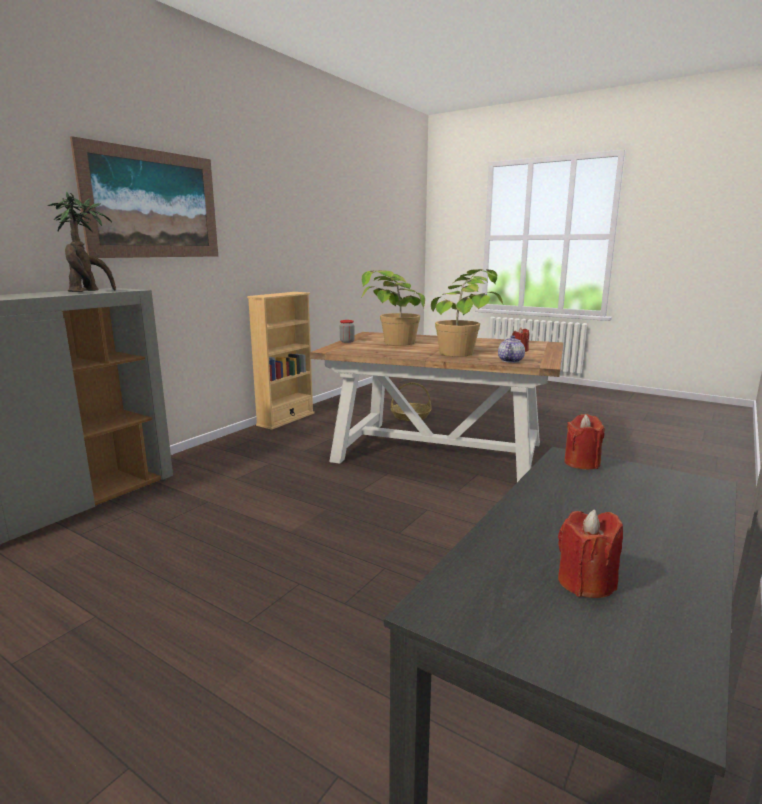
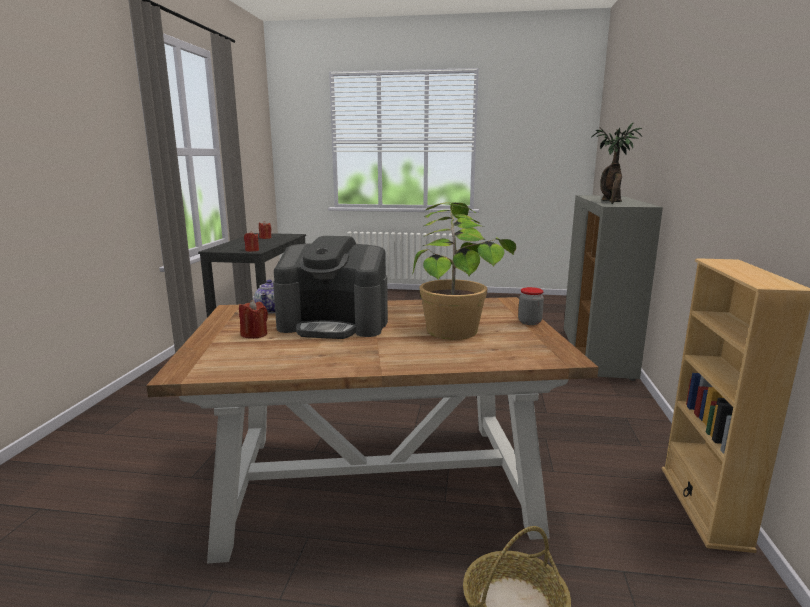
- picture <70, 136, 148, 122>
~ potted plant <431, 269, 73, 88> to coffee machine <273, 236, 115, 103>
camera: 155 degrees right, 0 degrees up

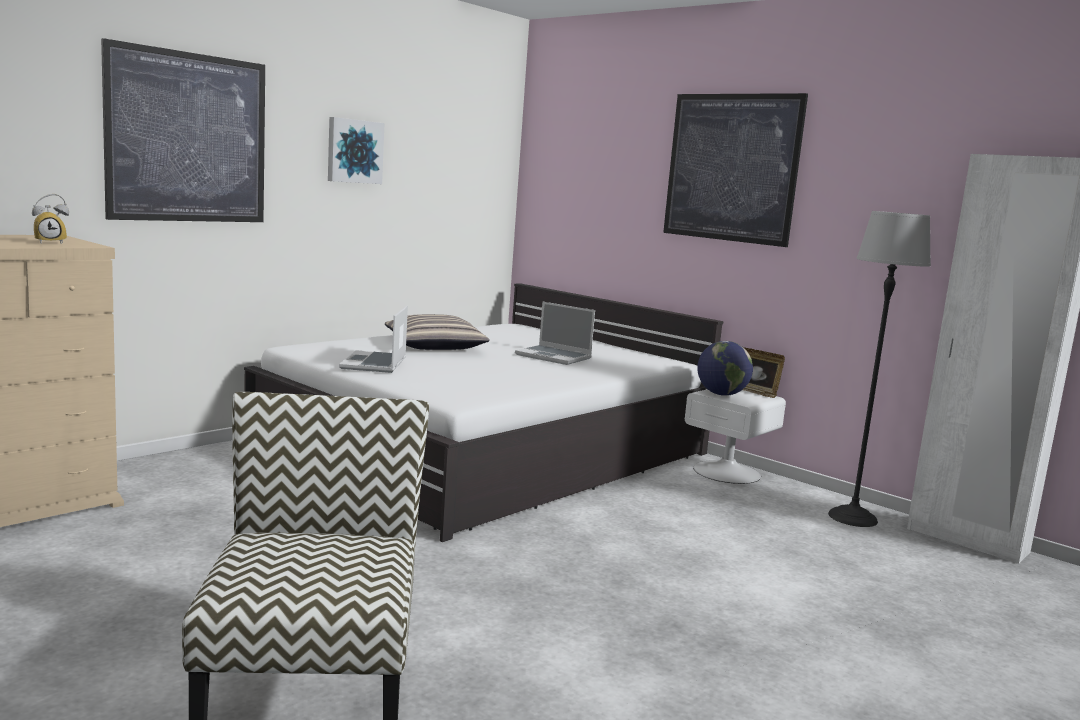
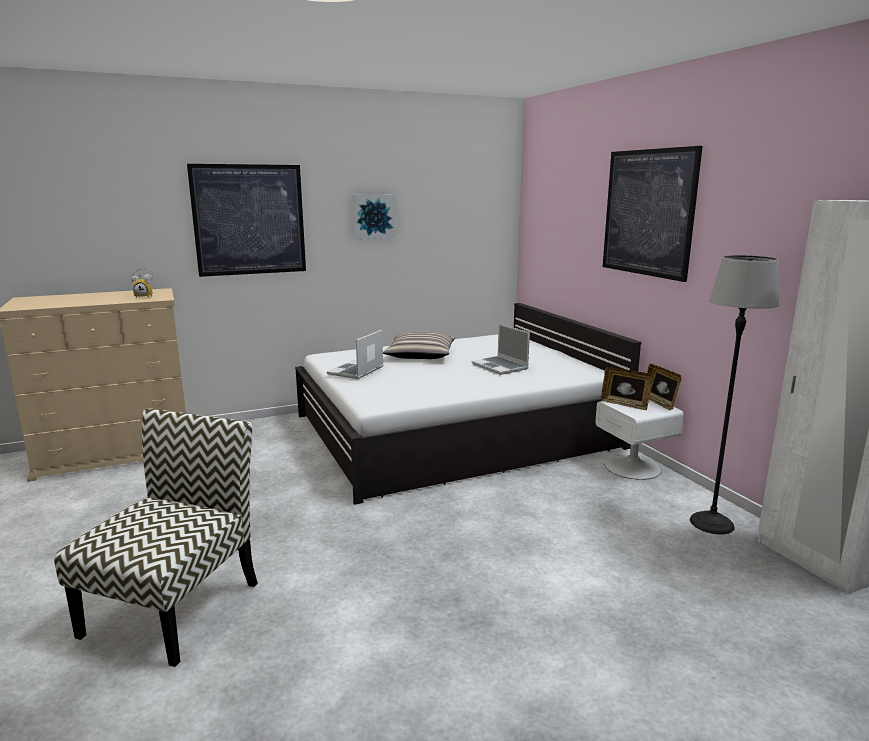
~ desk globe <697, 341, 56, 55> to standing frame <601, 367, 51, 43>
camera: 25 degrees right, 5 degrees up

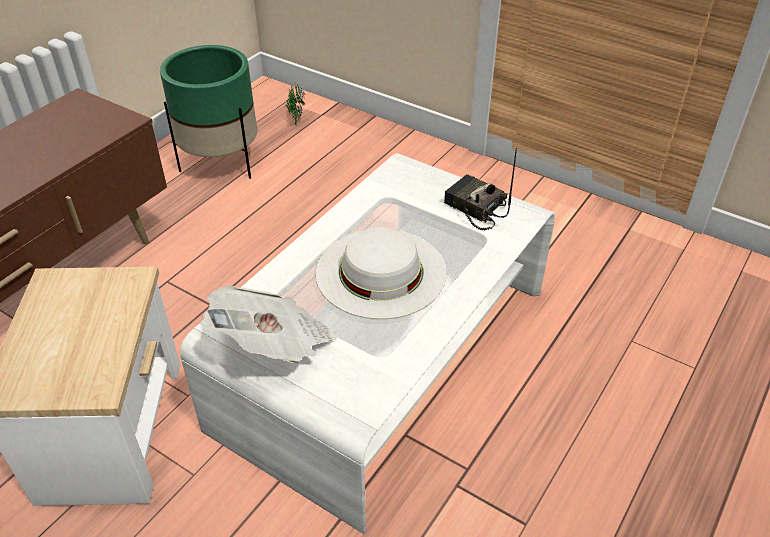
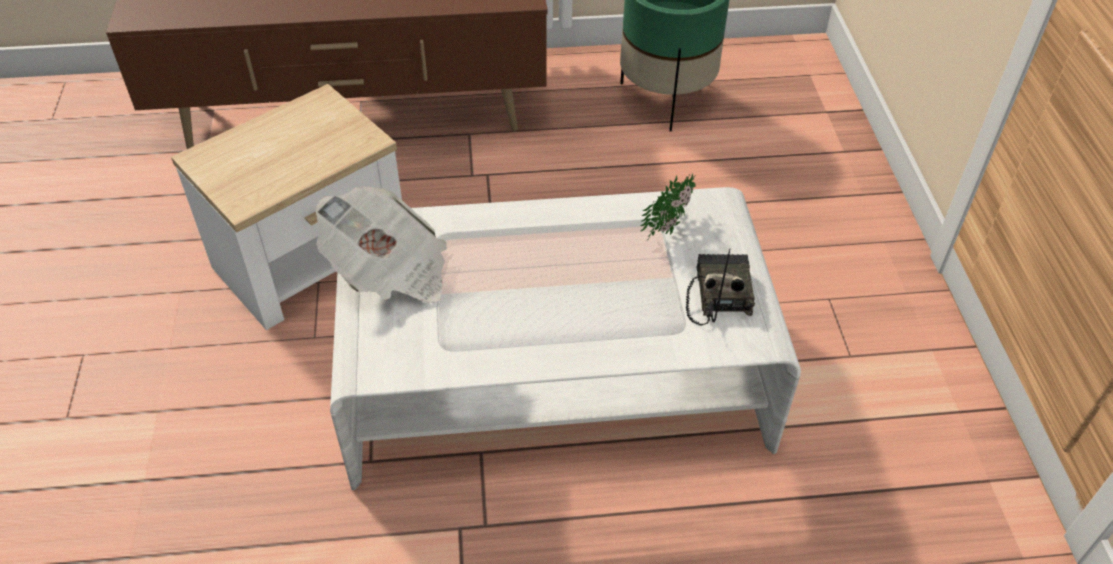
~ potted plant <286, 84, 19, 41> to <640, 174, 56, 66>
- clothing hat (whitish) <316, 227, 131, 92>
camera: 50 degrees right, 5 degrees up

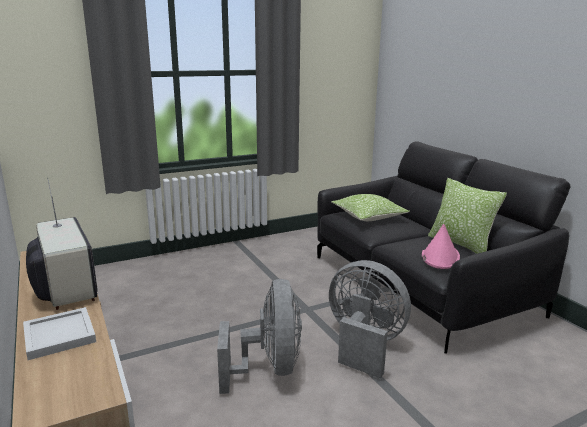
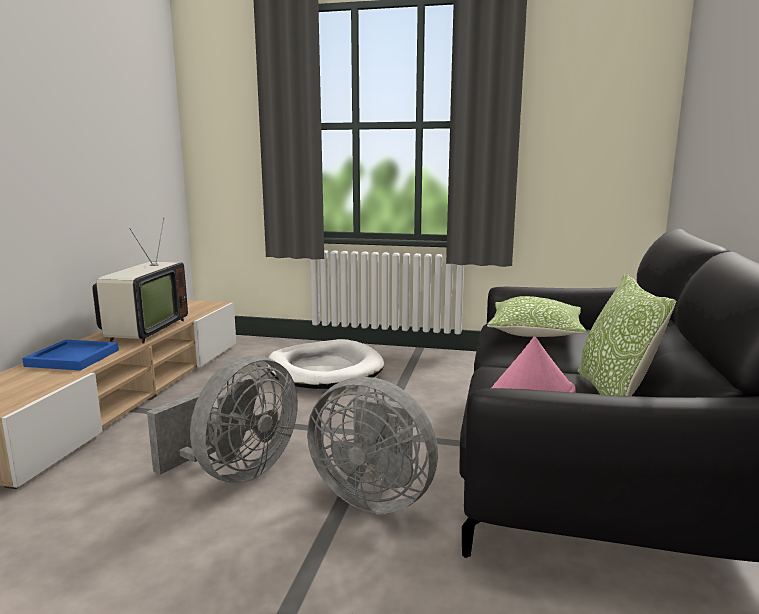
~ serving tray (whitish) <23, 307, 73, 53> to serving tray (bluish) <22, 340, 97, 31>
~ electric fan (gray) <329, 260, 82, 118> = <307, 377, 131, 136> 135 degrees clockwise
+ pet bed (whitish) <267, 339, 117, 50>
camera: 40 degrees right, 5 degrees down

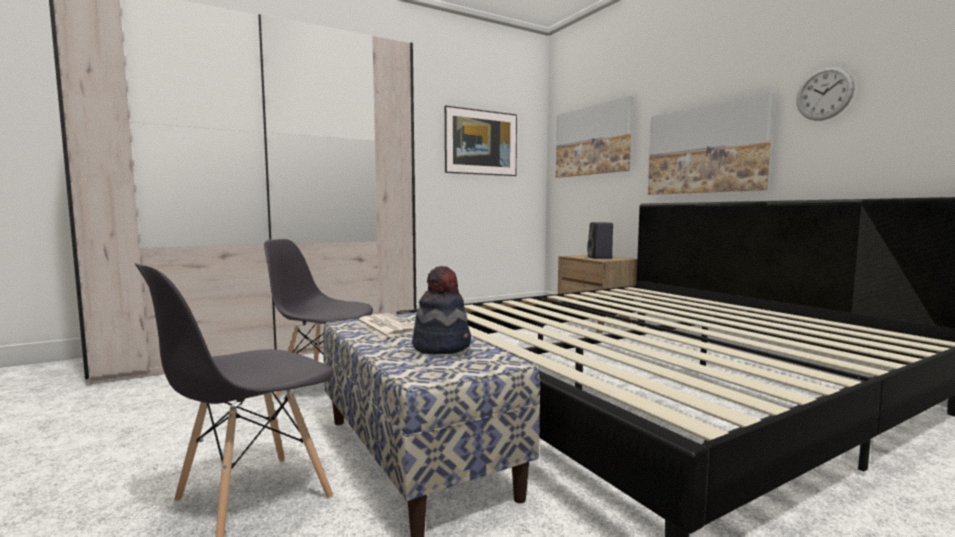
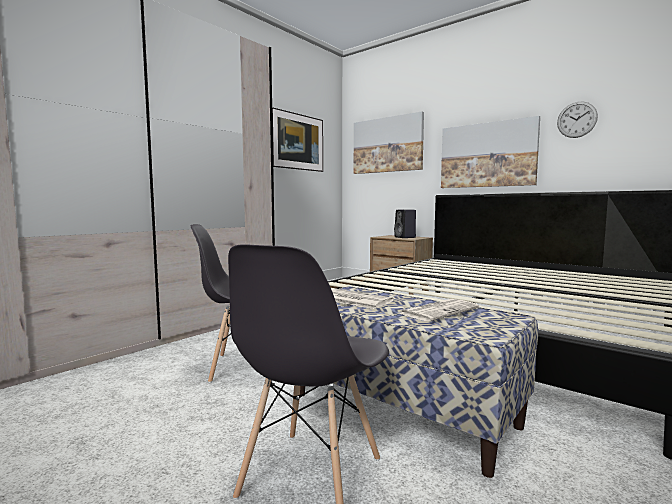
~ clothing hat <412, 266, 59, 89> to daily paper <399, 299, 80, 22>
camera: 20 degrees left, 0 degrees up

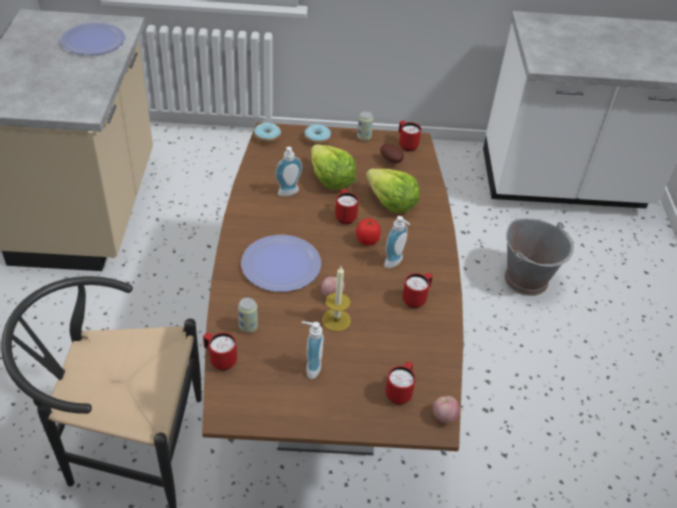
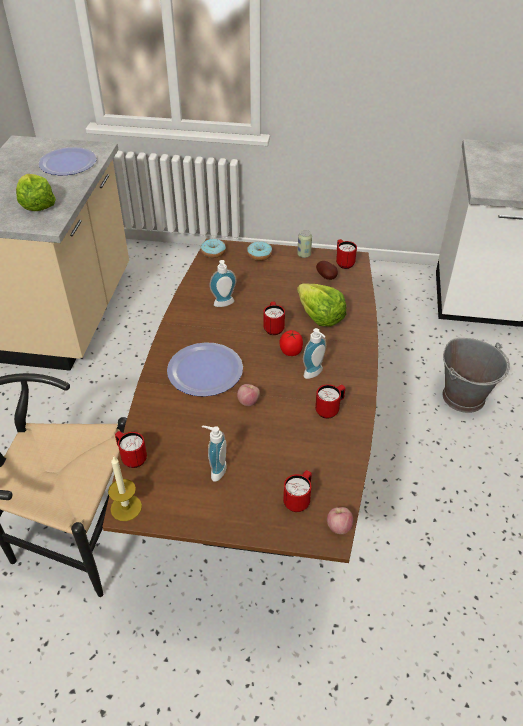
- can <238, 297, 20, 36>
~ lettuce head <311, 144, 45, 46> to <16, 174, 40, 37>
~ wax light <322, 266, 29, 66> to <108, 456, 34, 65>
camera: 10 degrees right, 0 degrees up

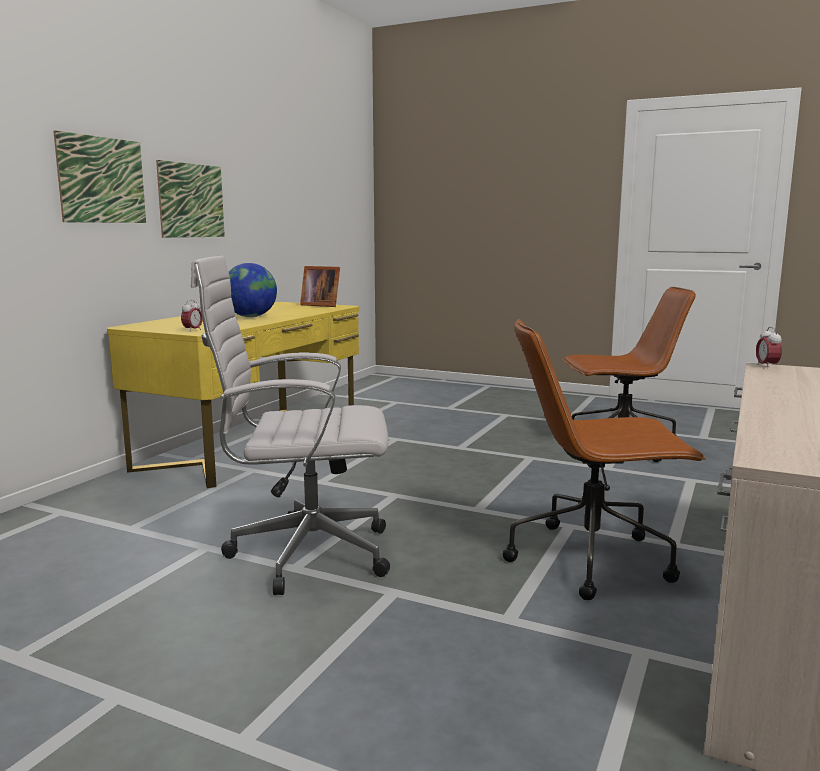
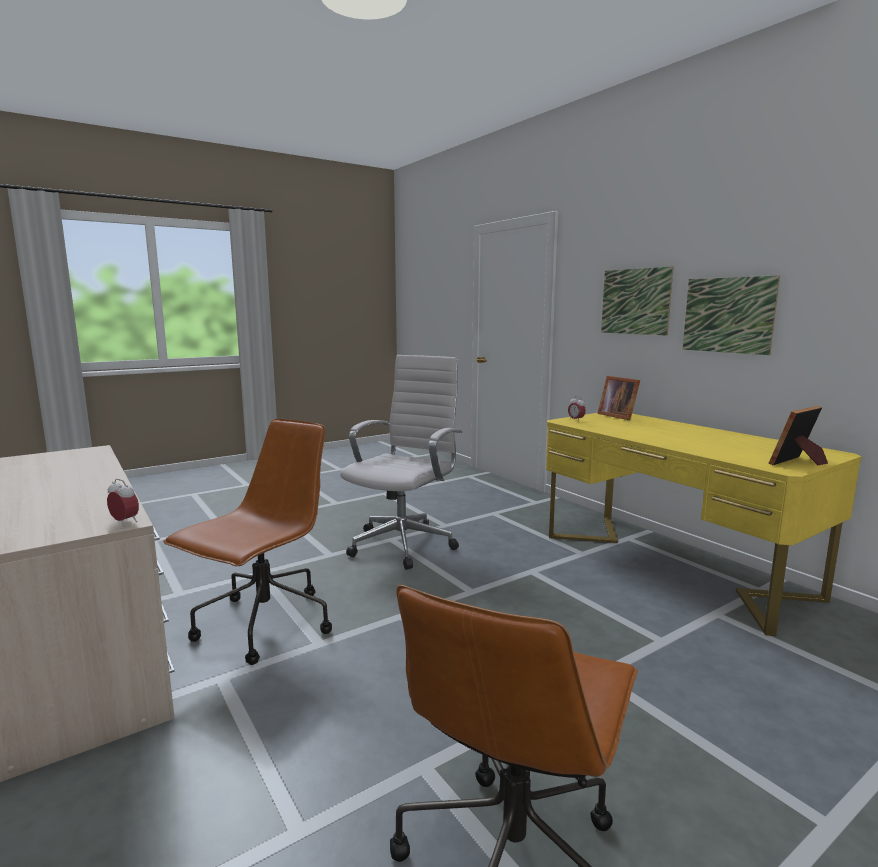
- desk globe <229, 263, 48, 54>
+ standing frame <597, 376, 43, 44>
camera: 120 degrees right, 0 degrees up

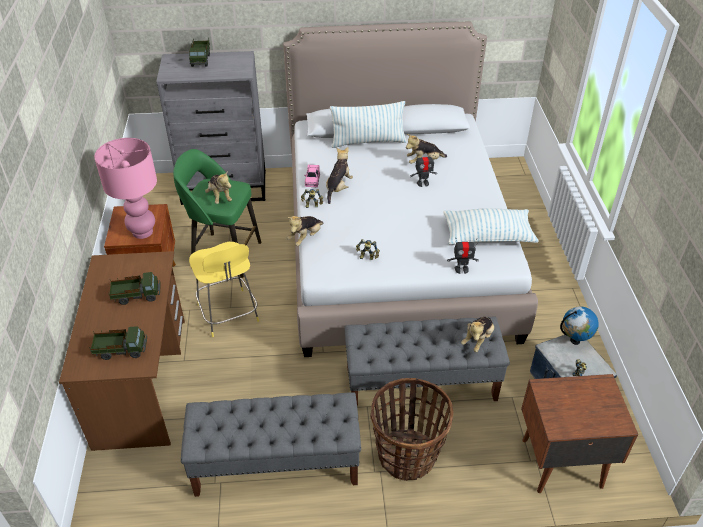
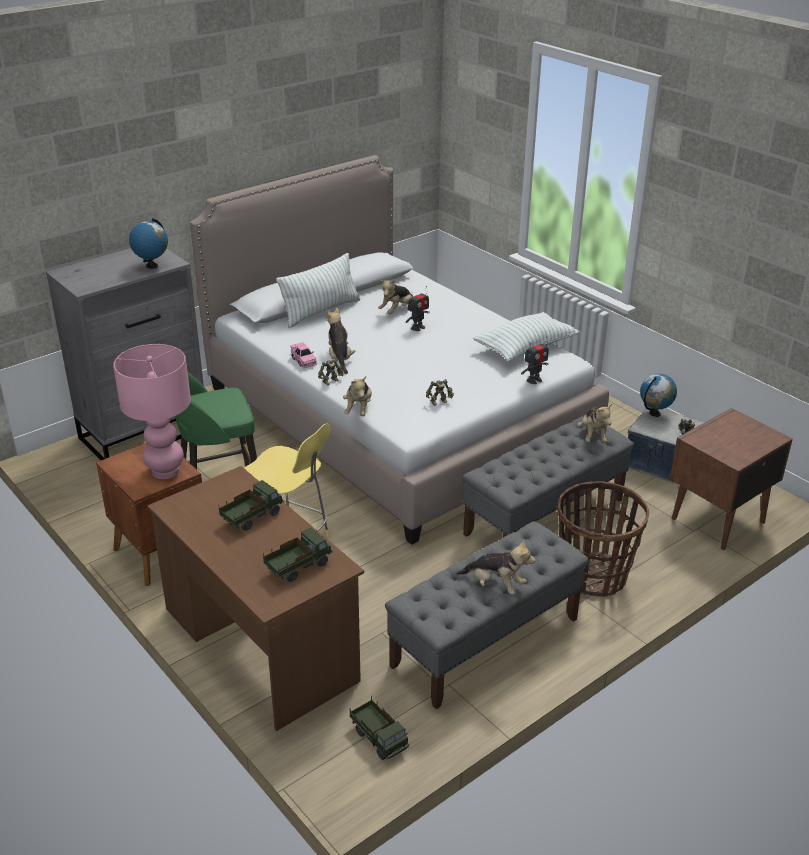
~ model truck <189, 37, 21, 30> to <350, 696, 59, 64>
~ plush toy <205, 171, 27, 33> to <457, 539, 79, 56>
+ desk globe <129, 218, 39, 51>
camera: 35 degrees left, 10 degrees down

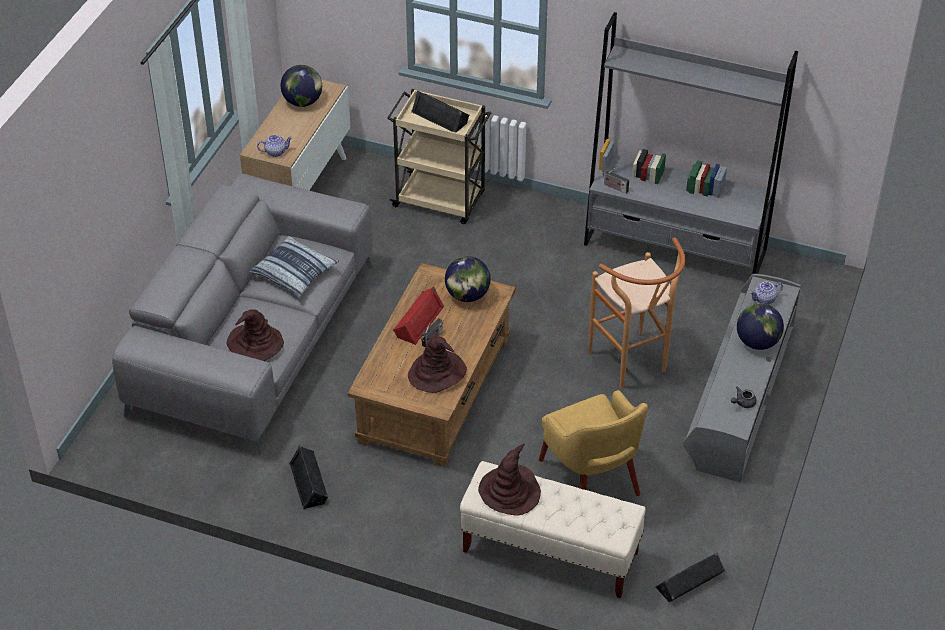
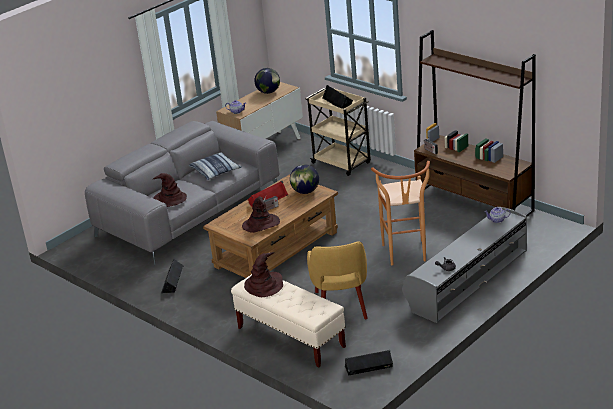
~ bookshelf (gray) <584, 12, 214, 262> to bookshelf (brown) <414, 30, 122, 186>
- desk globe <737, 303, 47, 47>
camera: 25 degrees right, 15 degrees down

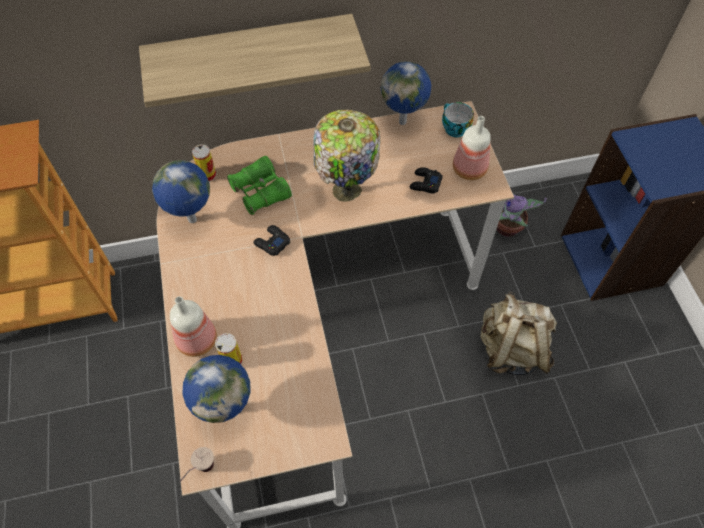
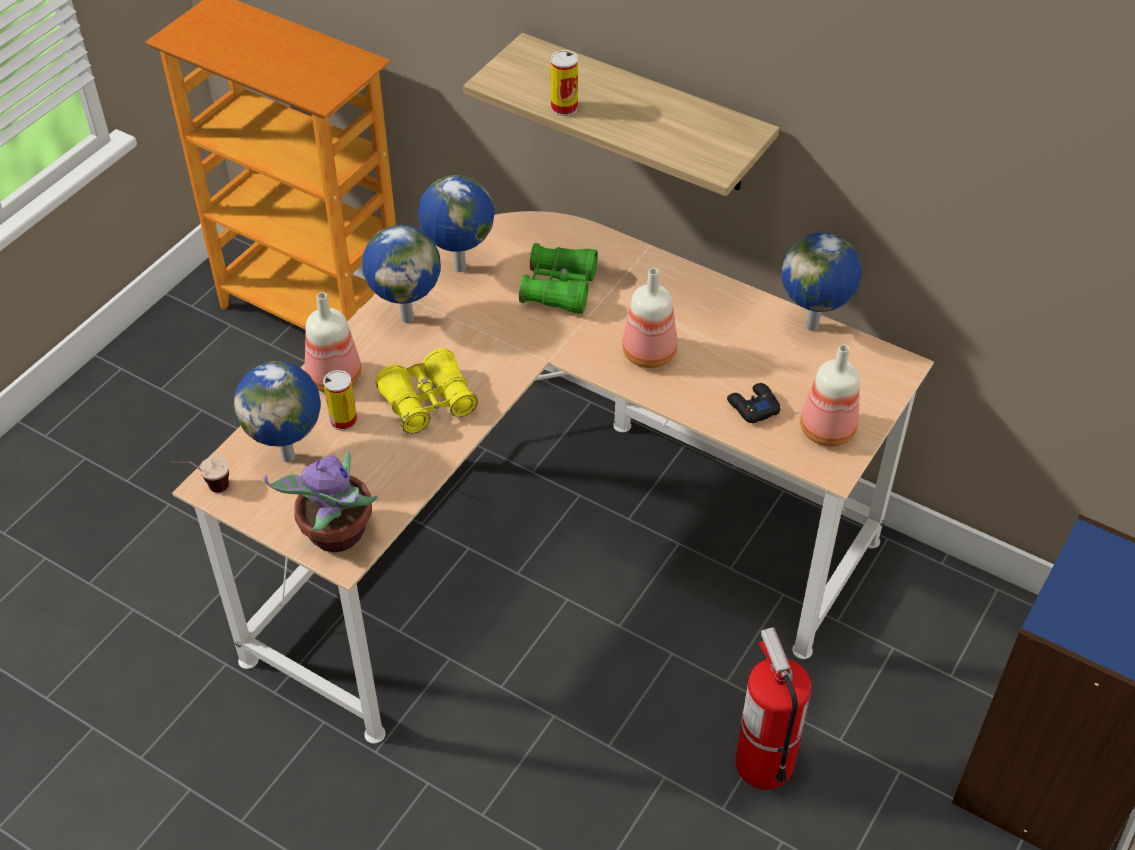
~ can <192, 144, 24, 38> to <550, 50, 28, 66>
- gamepad (blackish) <253, 225, 37, 31>
~ lamp for a table <313, 109, 67, 93> to drink bottle <622, 268, 55, 100>
- drinking cup <442, 102, 32, 35>
~ knapsack (beige) <480, 291, 77, 84> to fire-fighting cylinder <735, 627, 76, 162>
~ potted plant <496, 194, 51, 43> to <263, 450, 115, 102>
+ desk globe <362, 225, 79, 98>
+ field glasses (yellow) <375, 348, 103, 86>
camera: 45 degrees right, 10 degrees down

